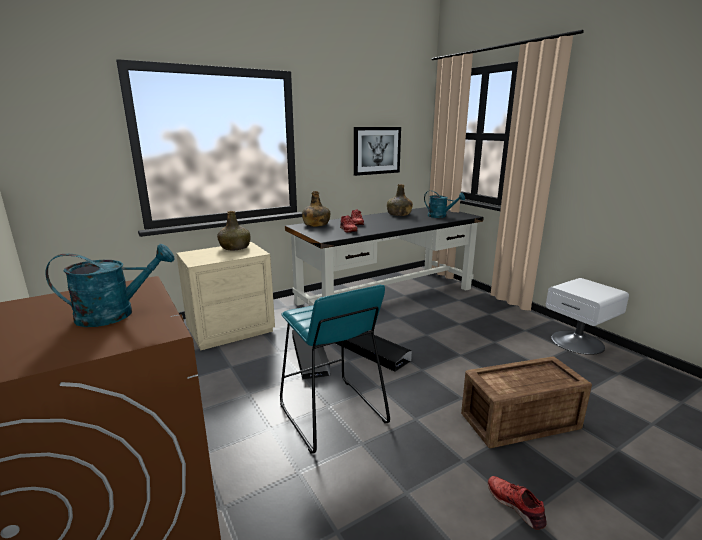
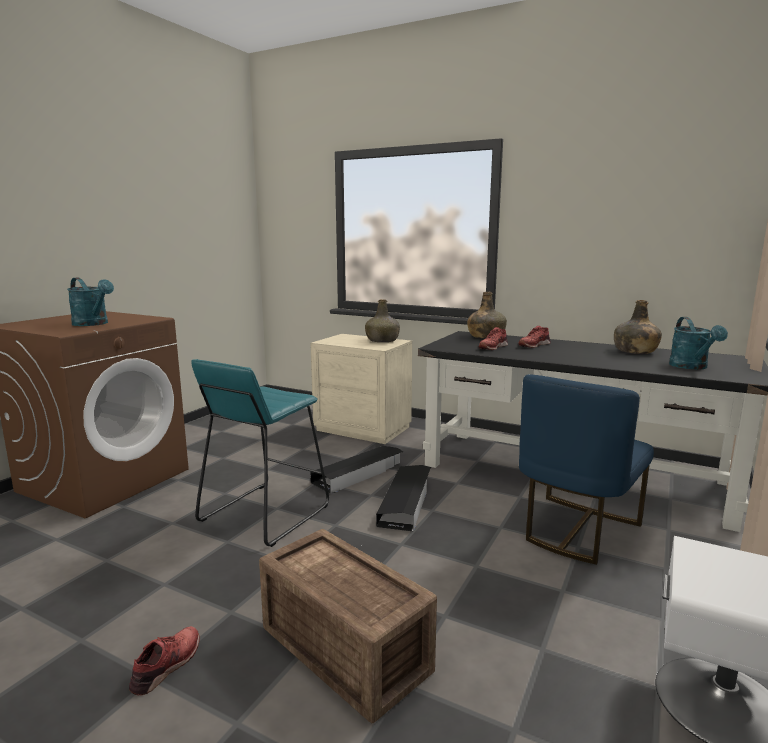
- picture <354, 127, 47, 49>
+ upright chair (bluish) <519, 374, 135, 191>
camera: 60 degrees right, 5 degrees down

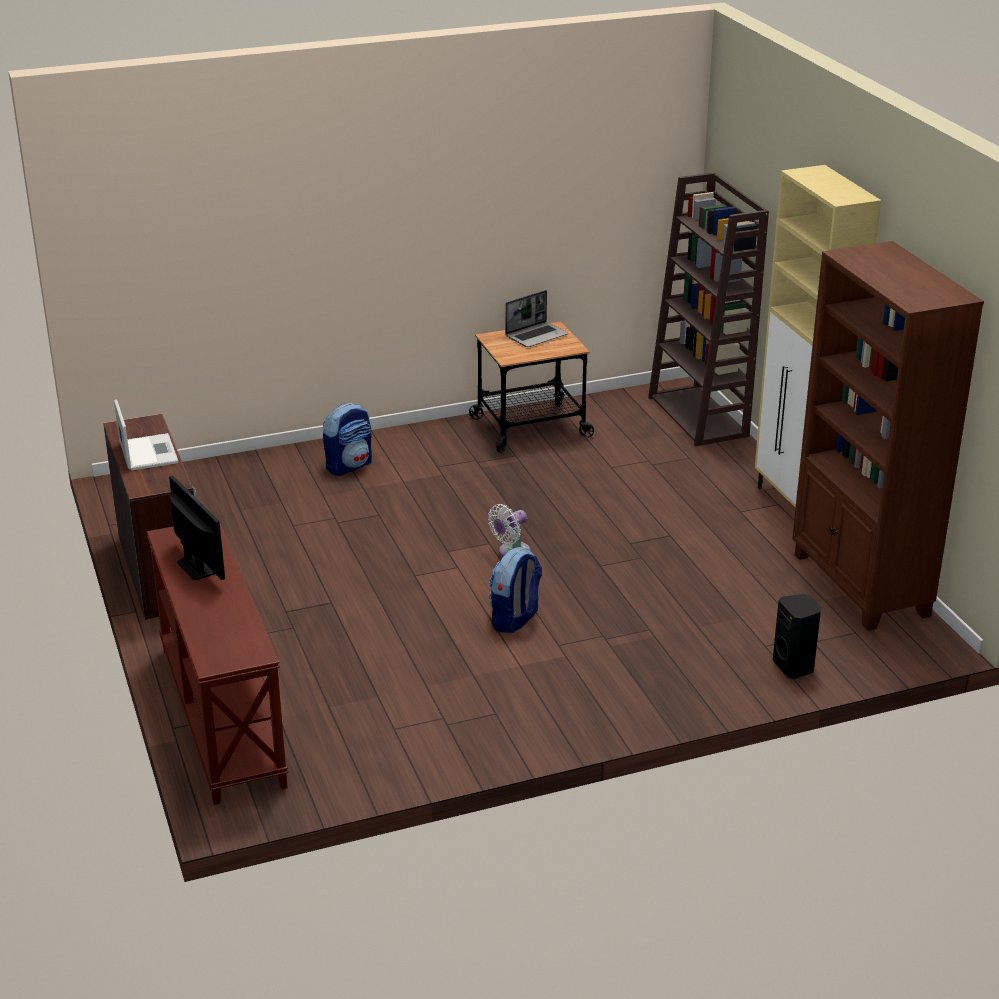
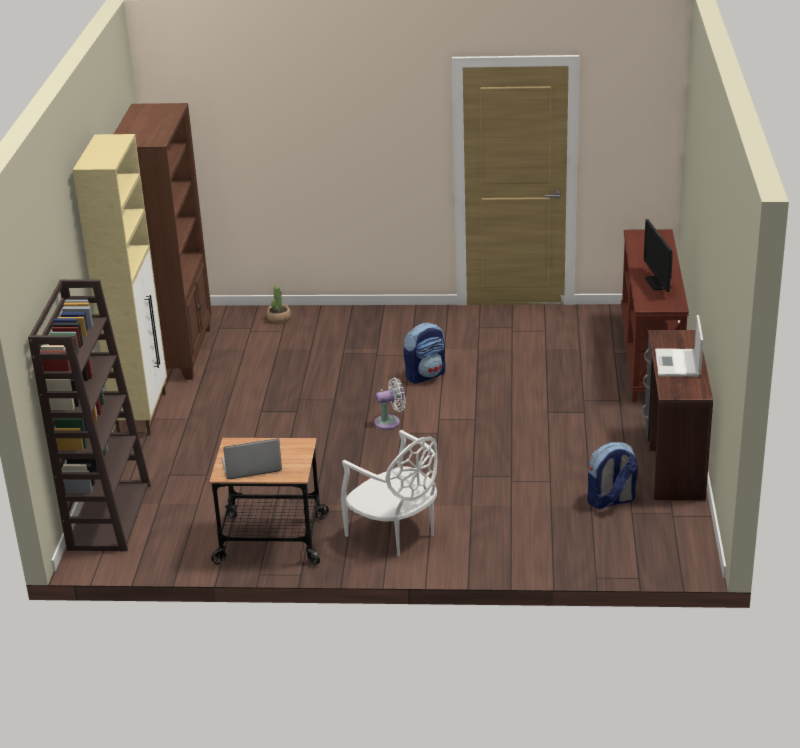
~ knapsack <323, 403, 49, 73> to <587, 442, 51, 67>
~ audio speaker (blackish) <773, 594, 48, 85> to potted plant <267, 286, 24, 37>
+ upright chair (whitish) <341, 430, 96, 126>
camera: 155 degrees left, 0 degrees up

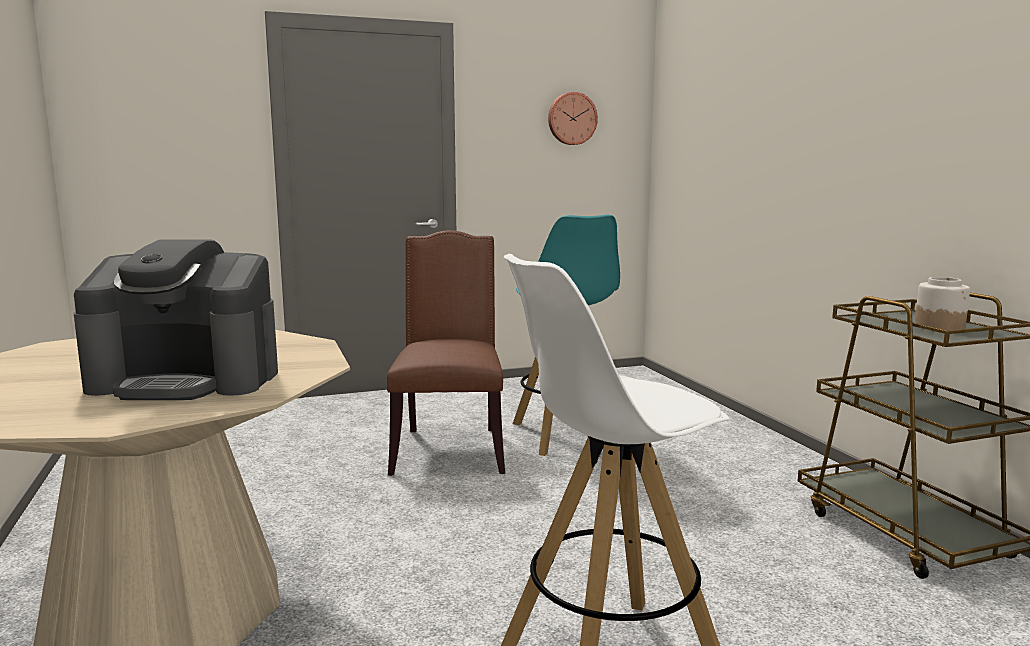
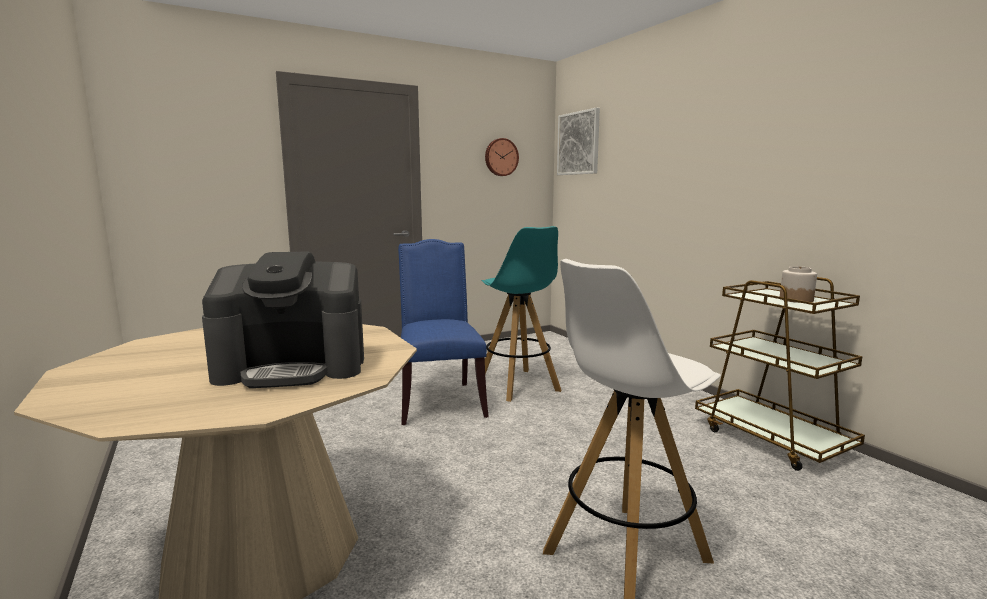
~ upright chair (brown) <387, 230, 118, 246> to upright chair (bluish) <398, 239, 91, 186>
+ picture <557, 108, 43, 67>
camera: 10 degrees left, 0 degrees up

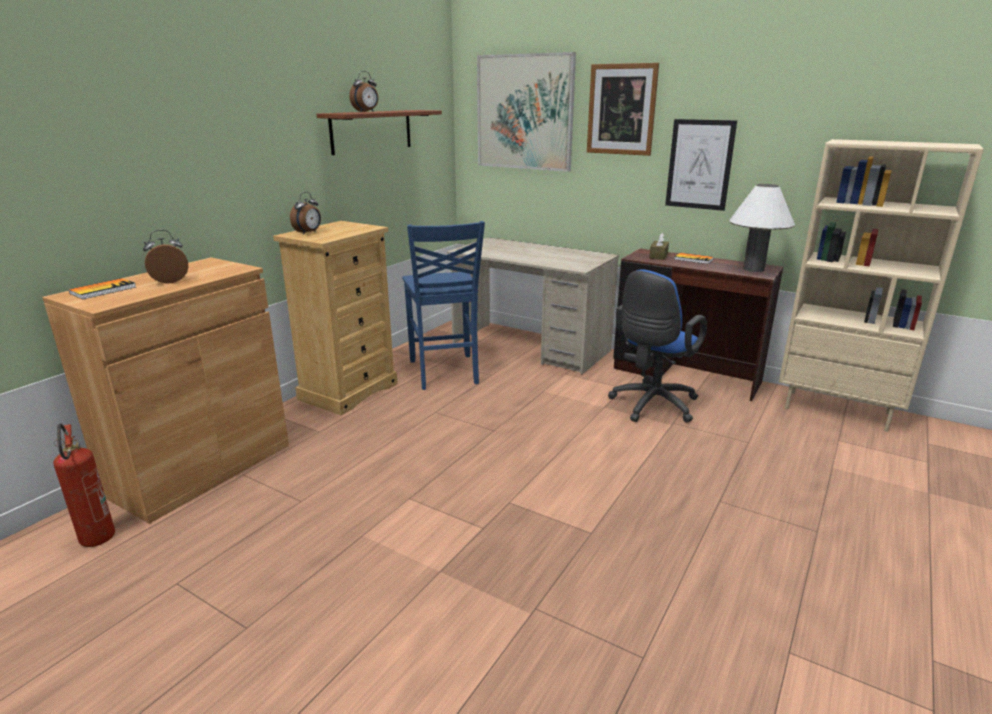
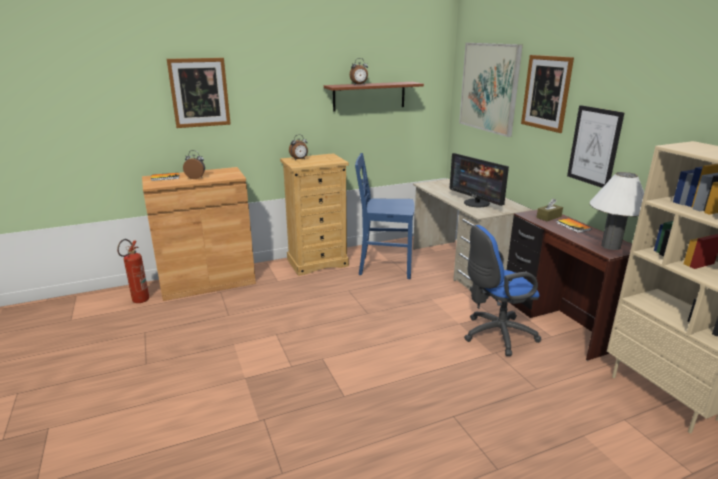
~ upright chair (bluish) <402, 221, 83, 169> = <355, 153, 60, 126> 75 degrees clockwise
+ picture <167, 58, 64, 70>
+ computer screen <450, 153, 59, 54>
camera: 35 degrees right, 0 degrees up

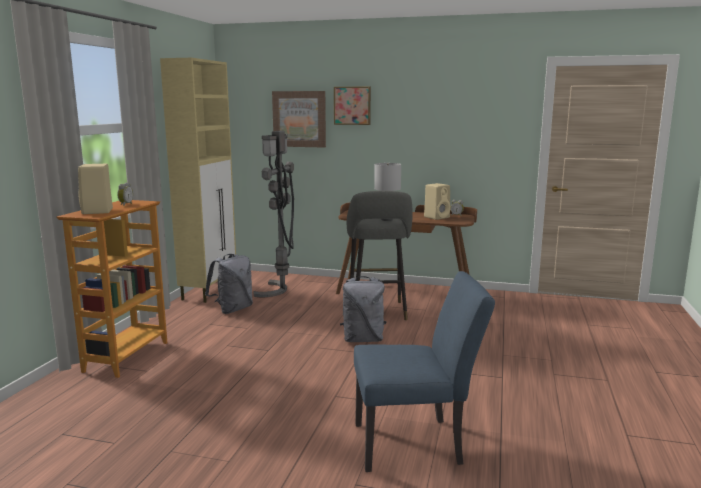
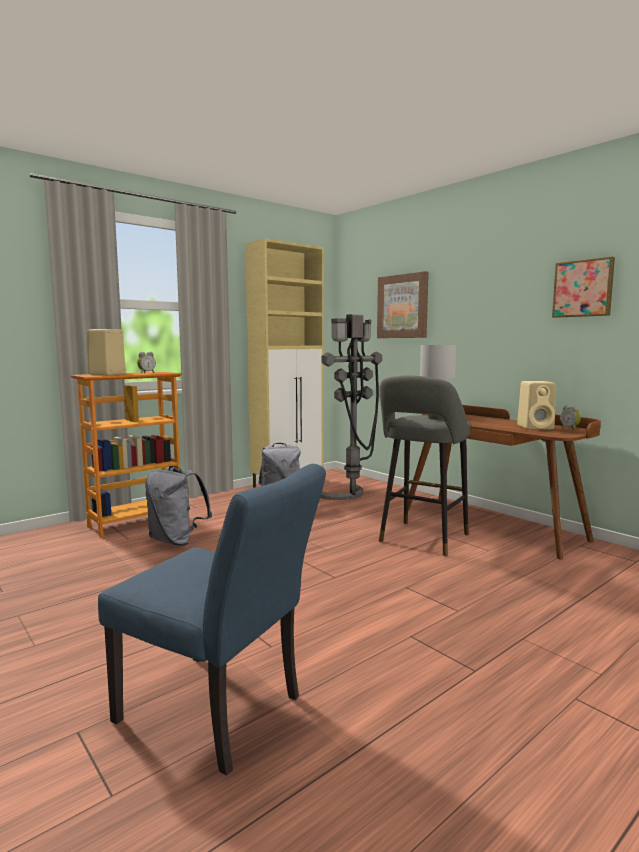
~ picture <334, 87, 37, 38> to <552, 257, 63, 61>
~ knapsack (gray) <340, 276, 46, 66> to <145, 466, 67, 80>
camera: 35 degrees right, 5 degrees down

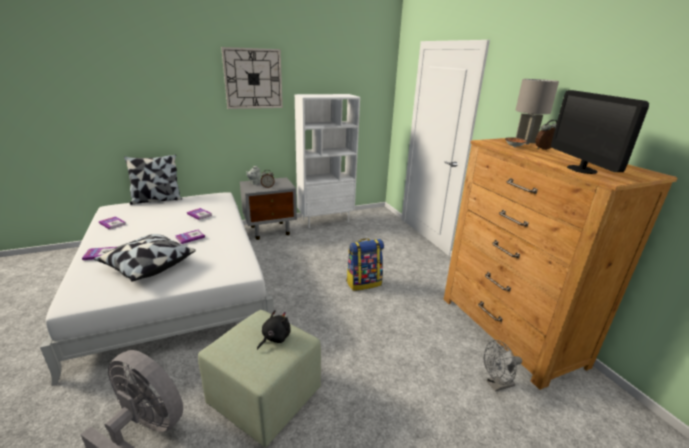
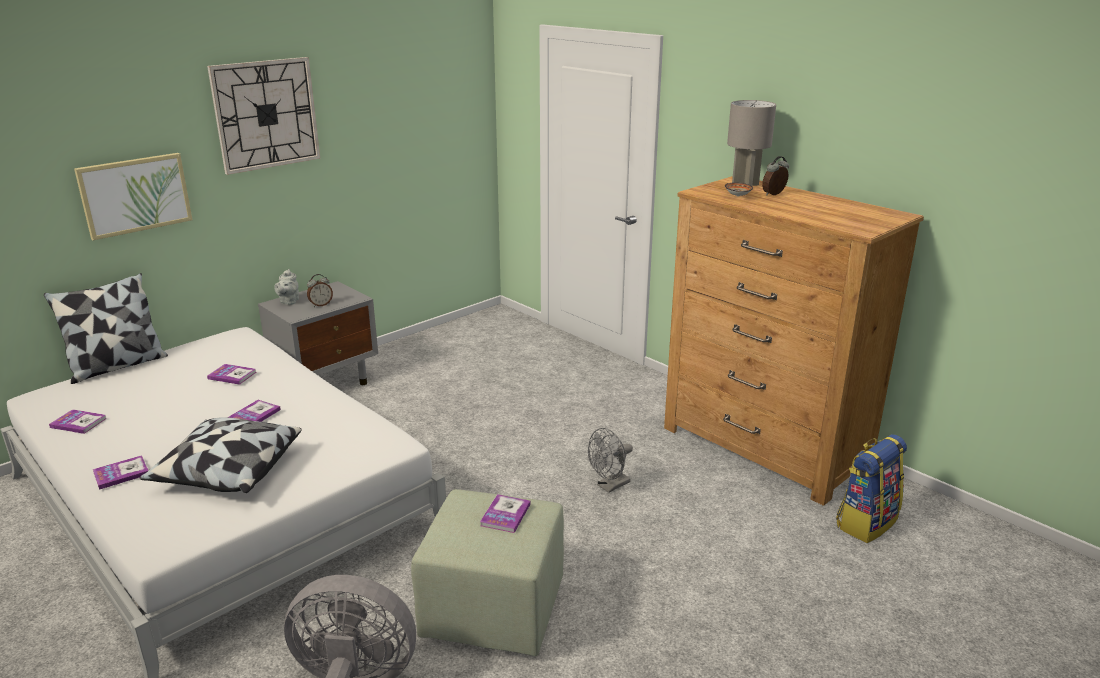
~ plush toy (blackish) <257, 310, 34, 40> to bound book <480, 494, 50, 39>
- bookshelf (whitish) <295, 94, 65, 134>
~ knapsack <346, 238, 38, 53> to <836, 434, 71, 109>
~ electric fan (gray) <484, 340, 38, 52> to <588, 428, 45, 65>
- computer screen <551, 90, 98, 84>
+ picture <74, 153, 118, 87>
camera: 20 degrees left, 0 degrees up

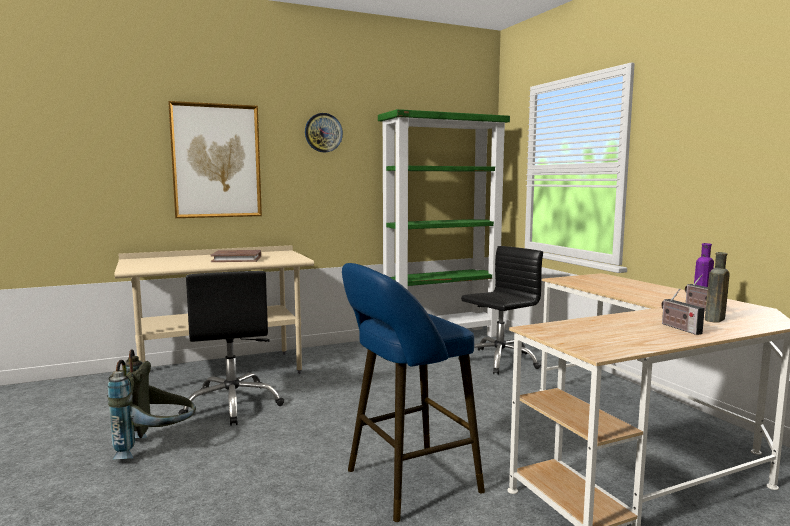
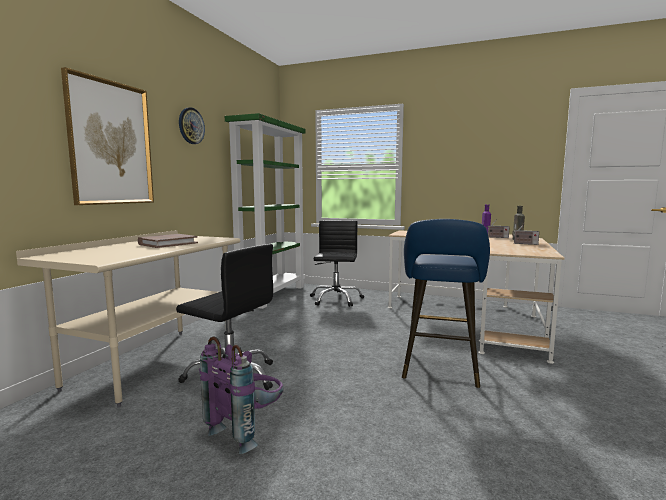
~ knapsack (gray) <107, 349, 89, 111> to knapsack (purple-coloured) <199, 337, 85, 117>
camera: 45 degrees left, 0 degrees up

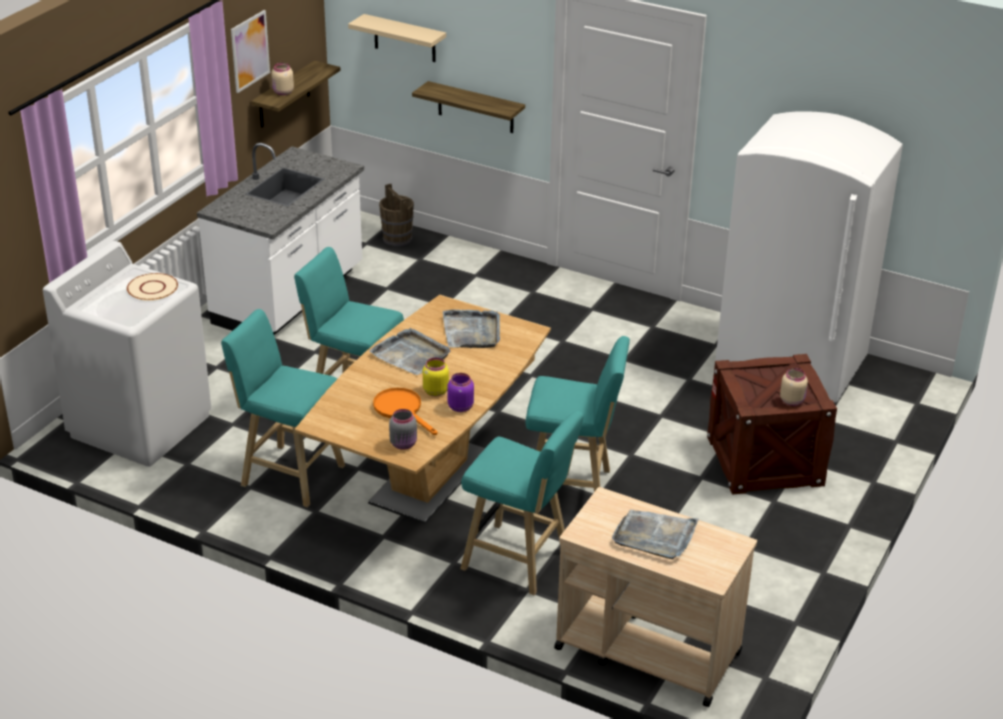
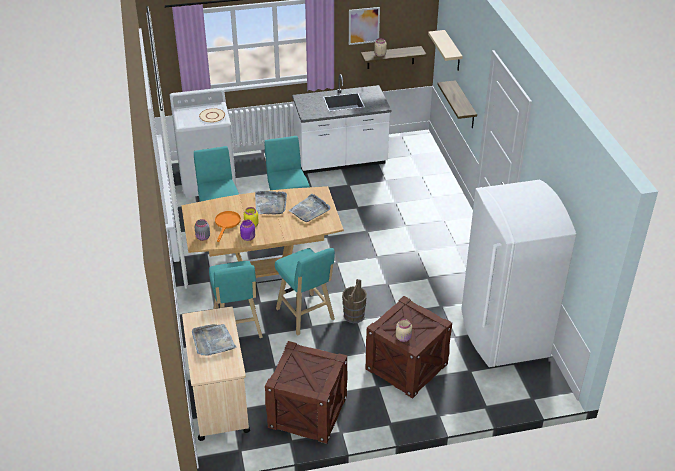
~ pail (brown) <379, 184, 35, 62> to <342, 279, 25, 44>
+ shipping crate <265, 341, 83, 103>
camera: 50 degrees right, 5 degrees up

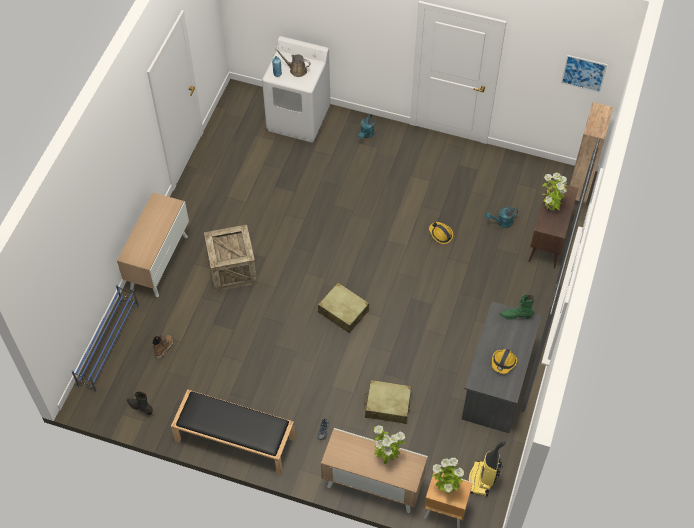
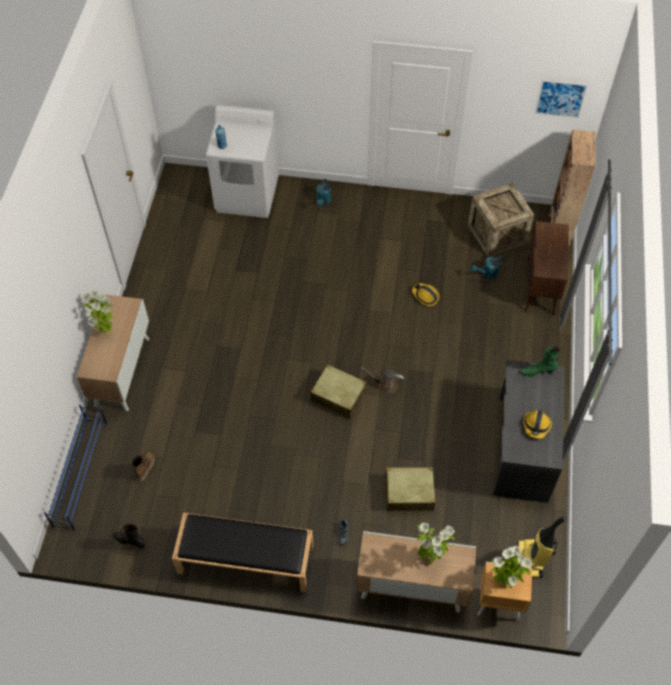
~ shipping crate <204, 225, 54, 67> to <468, 183, 66, 74>
~ watering pot (brown) <275, 49, 36, 28> to <361, 367, 43, 27>
~ potted plant <542, 173, 25, 38> to <82, 291, 31, 43>
camera: 10 degrees left, 0 degrees up

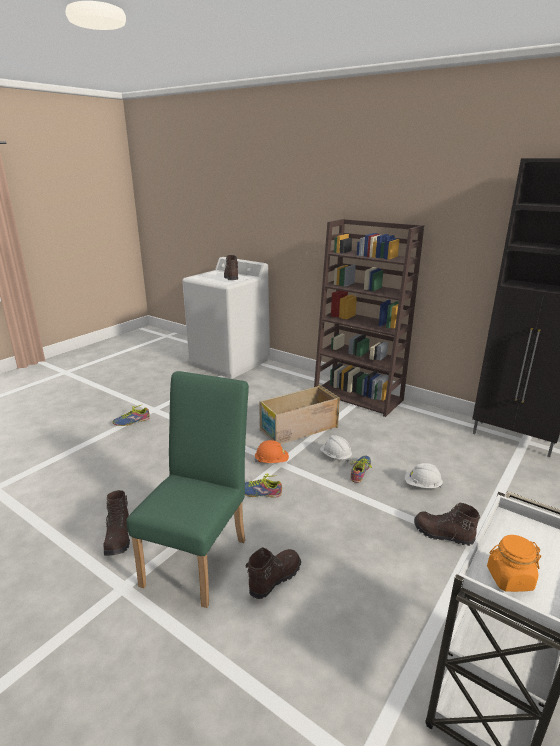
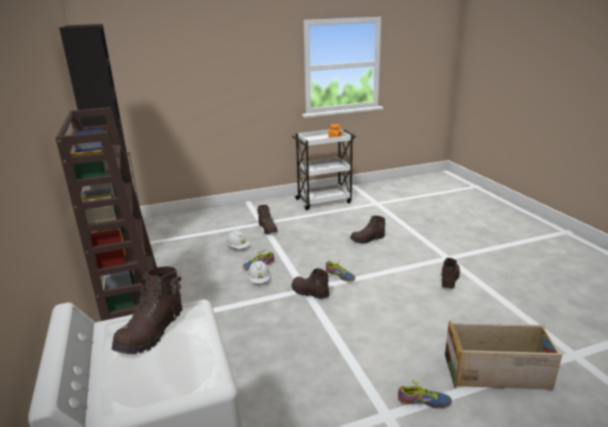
- upright chair (green-coloured) <127, 371, 122, 237>
~ safety helmet (orangey) <254, 440, 35, 23> to boot (brown) <291, 268, 39, 31>
~ shipping crate <259, 384, 81, 60> to <445, 320, 117, 70>
camera: 145 degrees left, 0 degrees up

